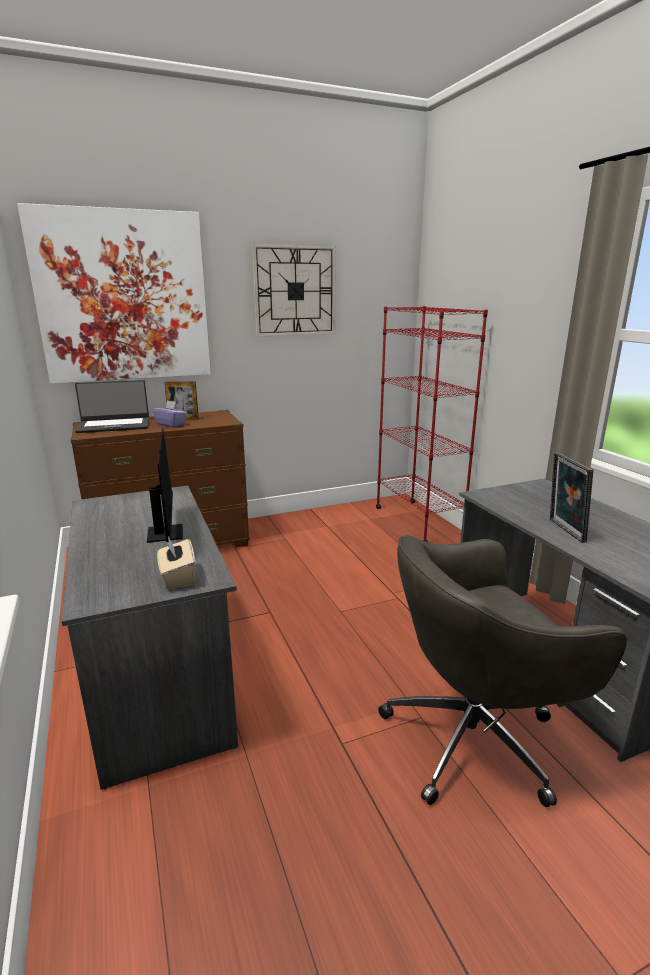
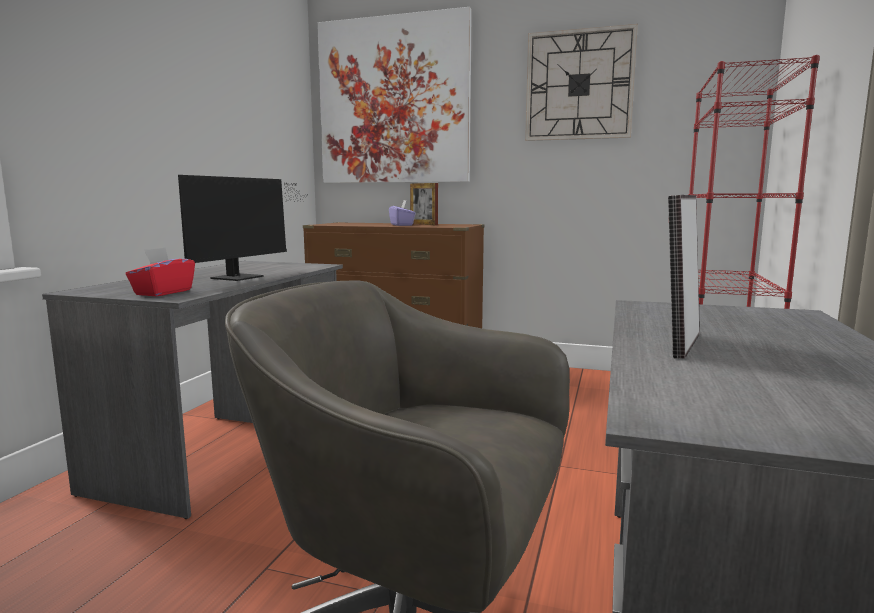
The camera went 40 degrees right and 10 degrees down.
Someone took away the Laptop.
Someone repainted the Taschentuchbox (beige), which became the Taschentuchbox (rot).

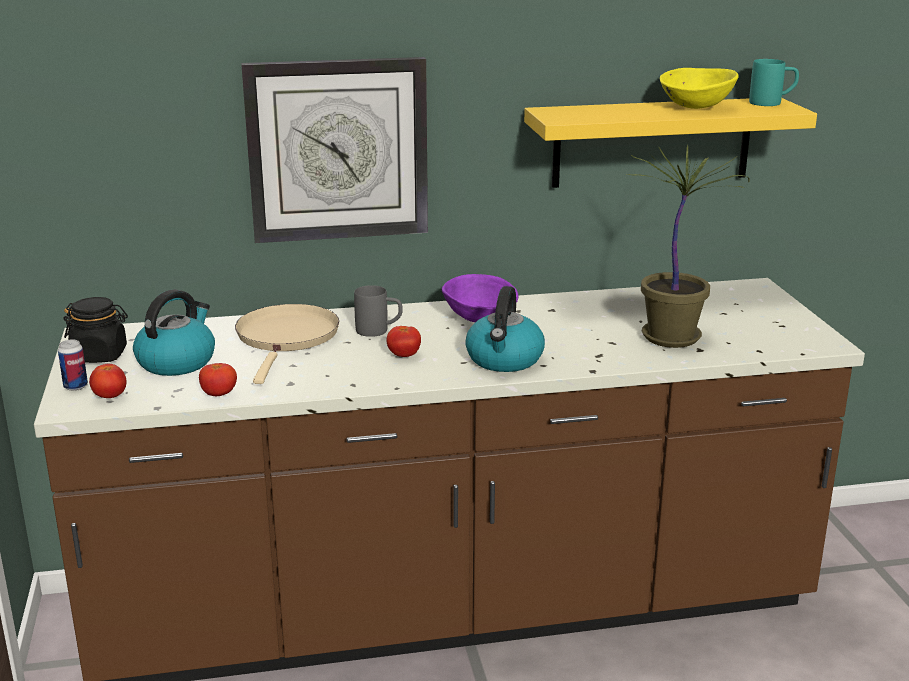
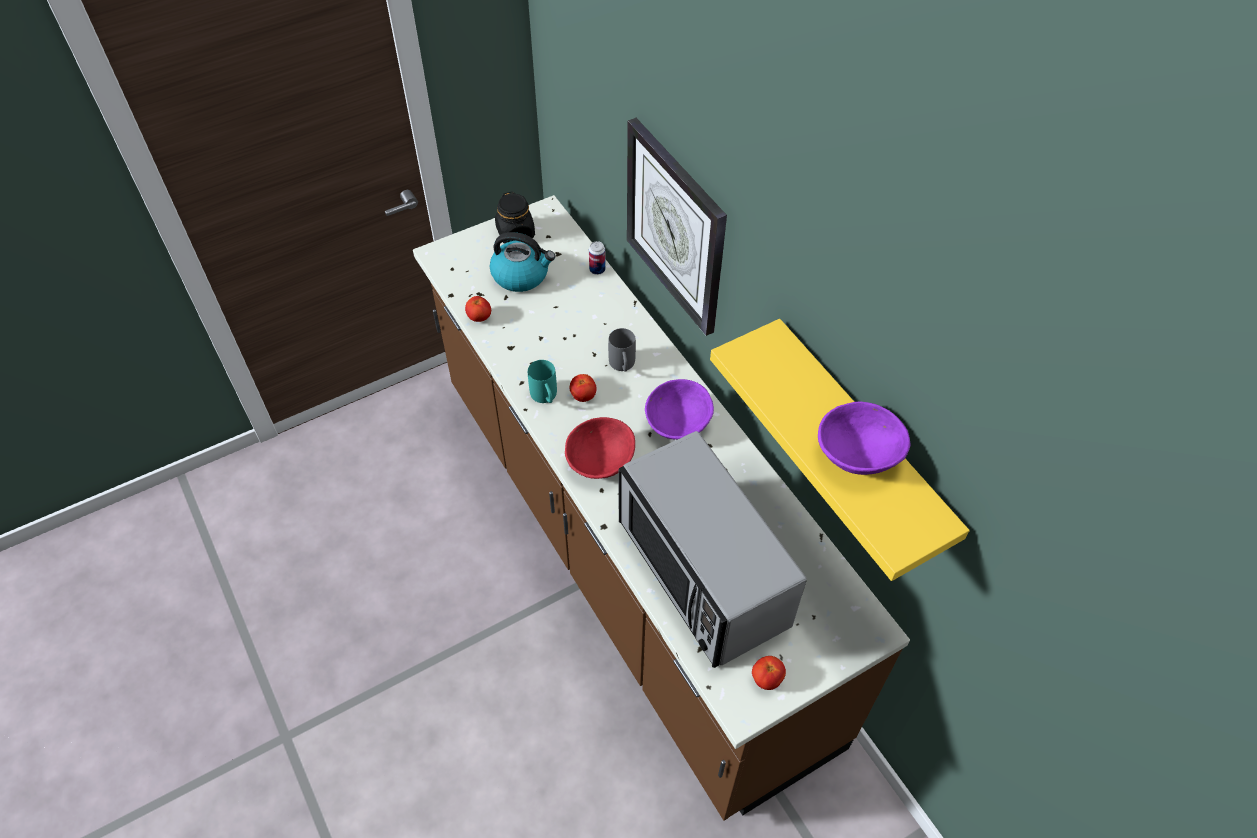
The camera went 70 degrees right and 30 degrees up.
Someone took away the Pfanne (beige).
Someone carried the Dose.
Someone carried the Tomate (no. 1 from left in the first image).
Someone carried the Henkelbecher (türkis).
Someone swapped the Wasserkessel (no. 2 from left) for the Schüssel (rot).
Someone swapped the Topfpflanze for the Mikrowelle.
Someone repainted the Schüssel (gelb), which became the Schüssel (lila) (no. 2 from left).

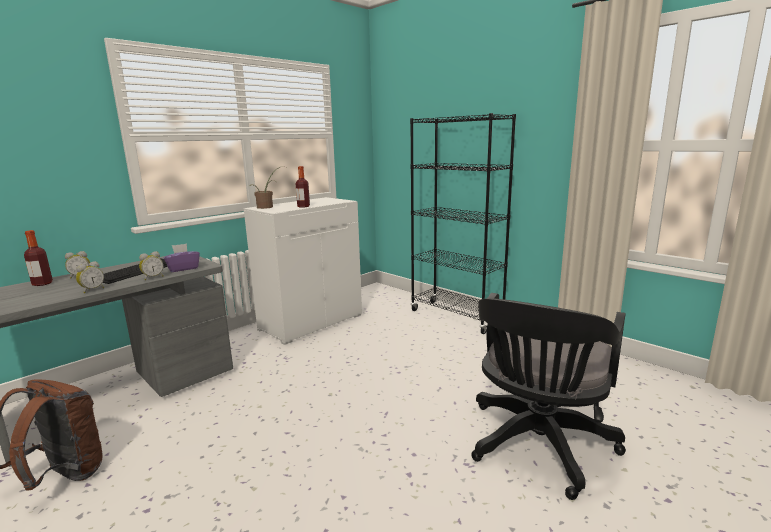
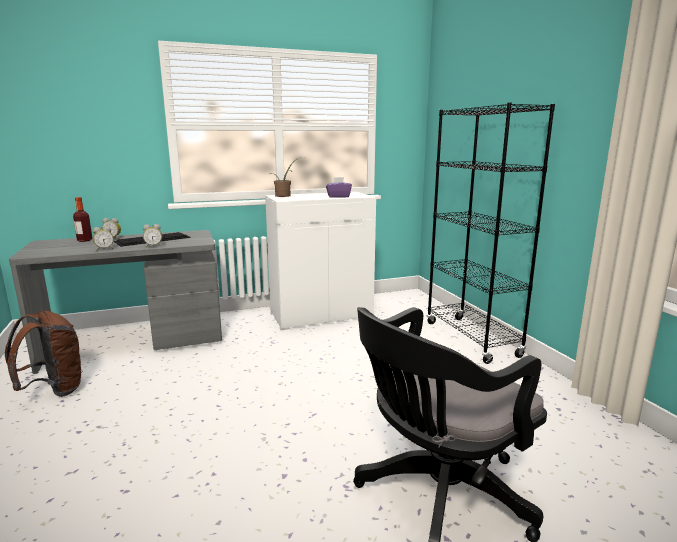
The camera went 25 degrees right and 0 degrees up.
Someone took away the Flasche (no. 2 from left).
Someone carried the Taschentuchbox (lila).

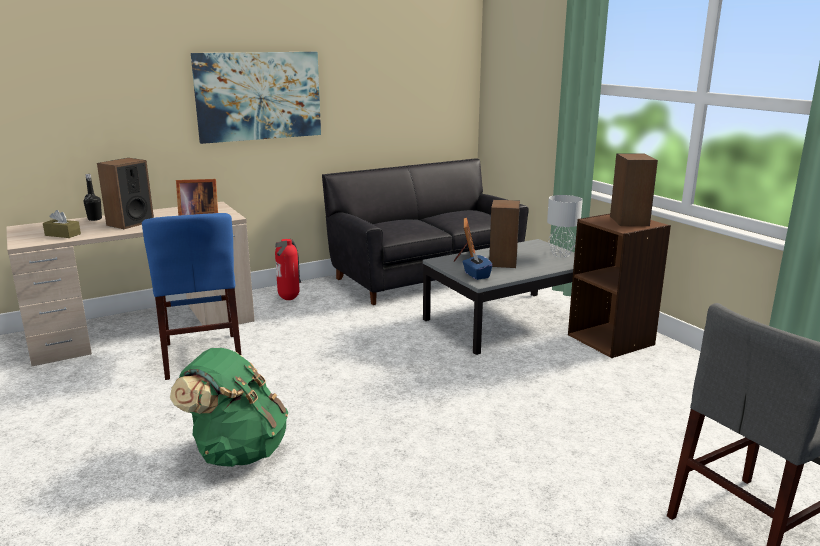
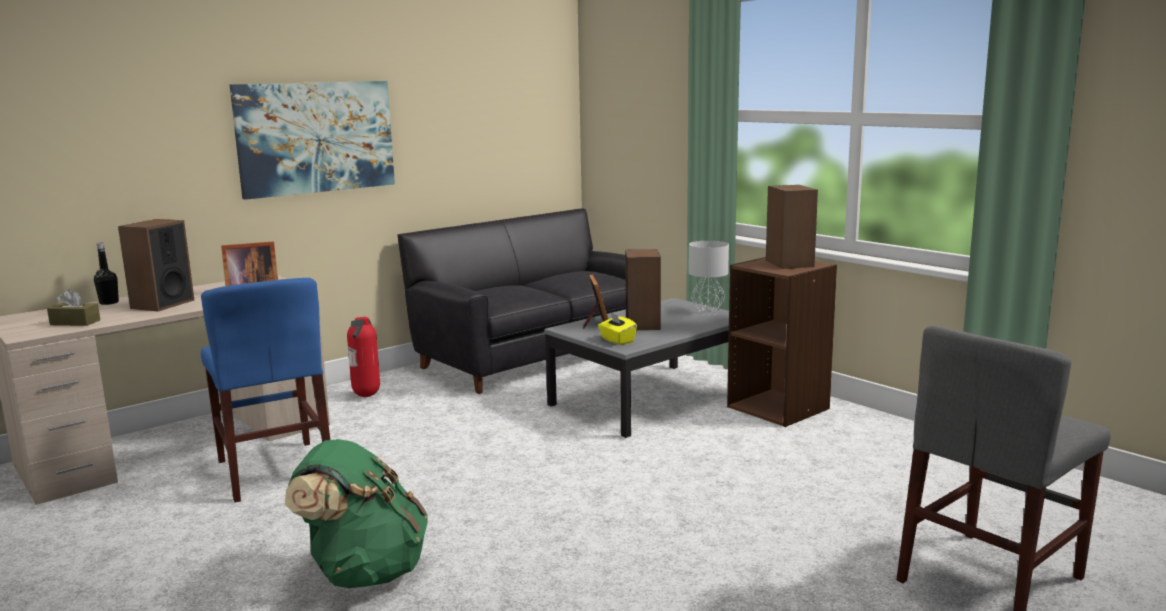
The camera went 10 degrees left and 5 degrees down.
Someone repainted the Taschentuchbox (blau), which became the Taschentuchbox (gelb).

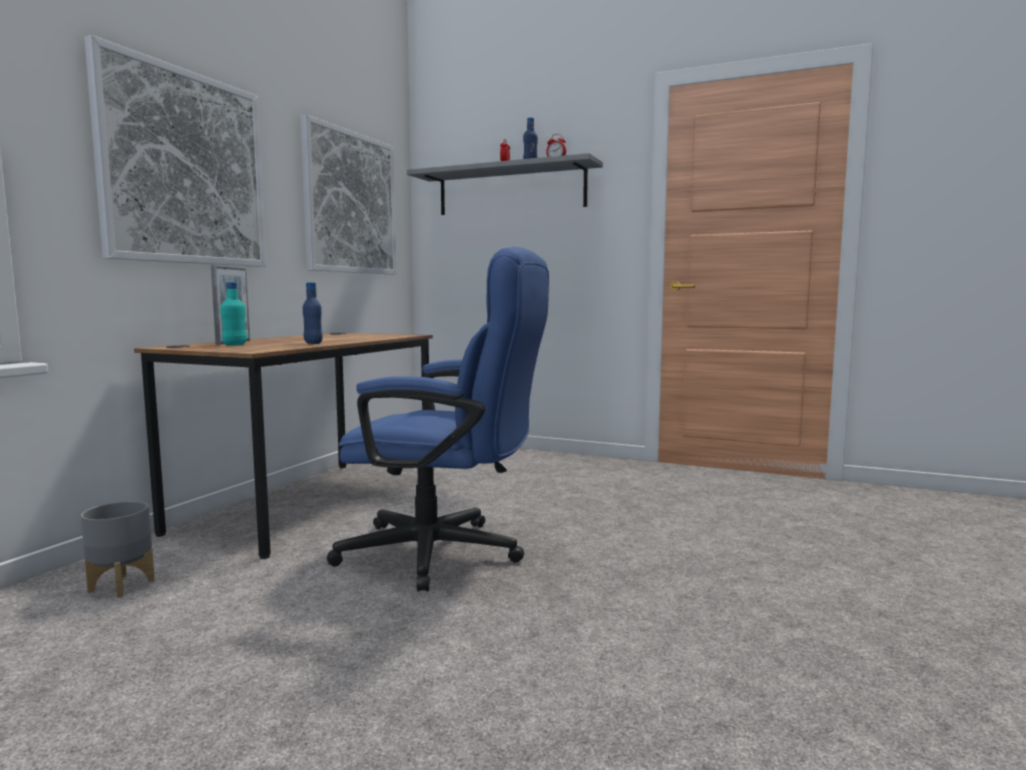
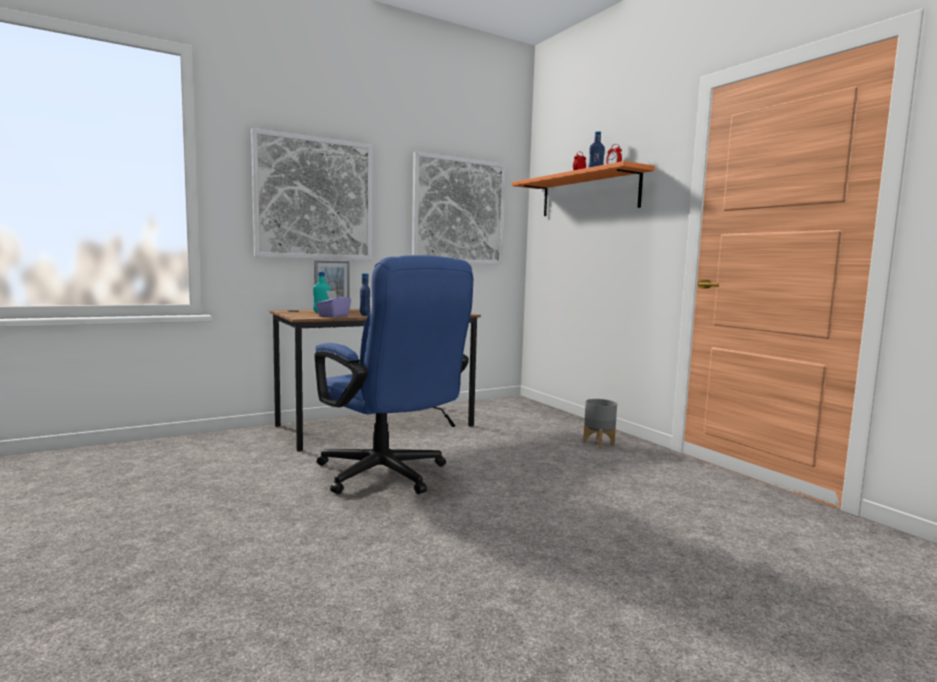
The camera went 35 degrees right and 0 degrees up.
Someone put down the Taschentuchbox (lila).
Someone carried the Pflanzkübel (grau).
Someone repainted the Wandregal (grau), which became the Wandregal (orange).

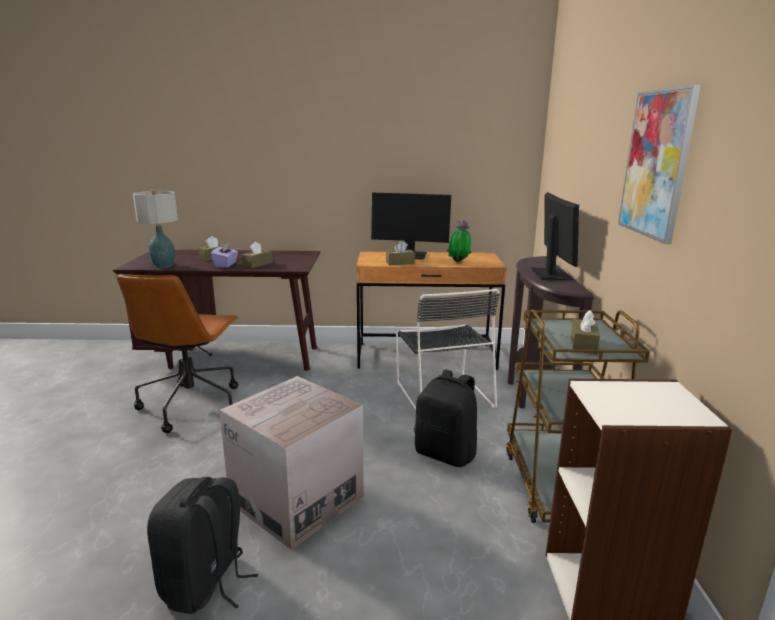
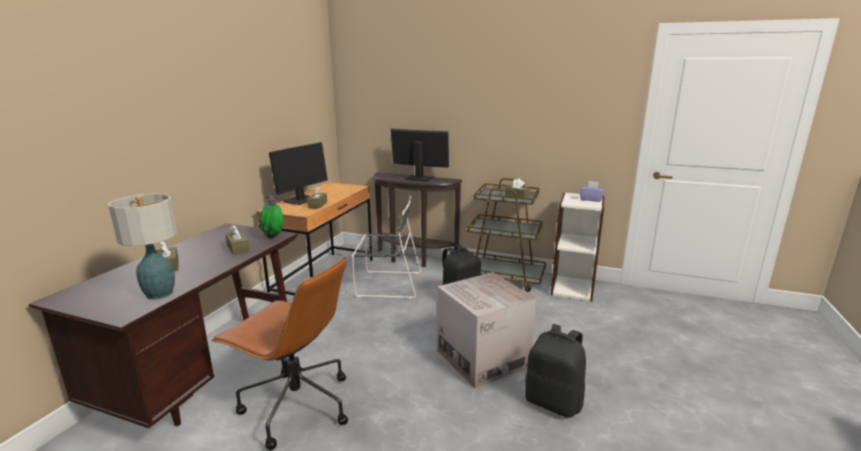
The camera went 70 degrees left and 0 degrees up.
Someone took away the Bild.
Someone carried the Taschentuchbox (lila).
Someone carried the Topfpflanze.

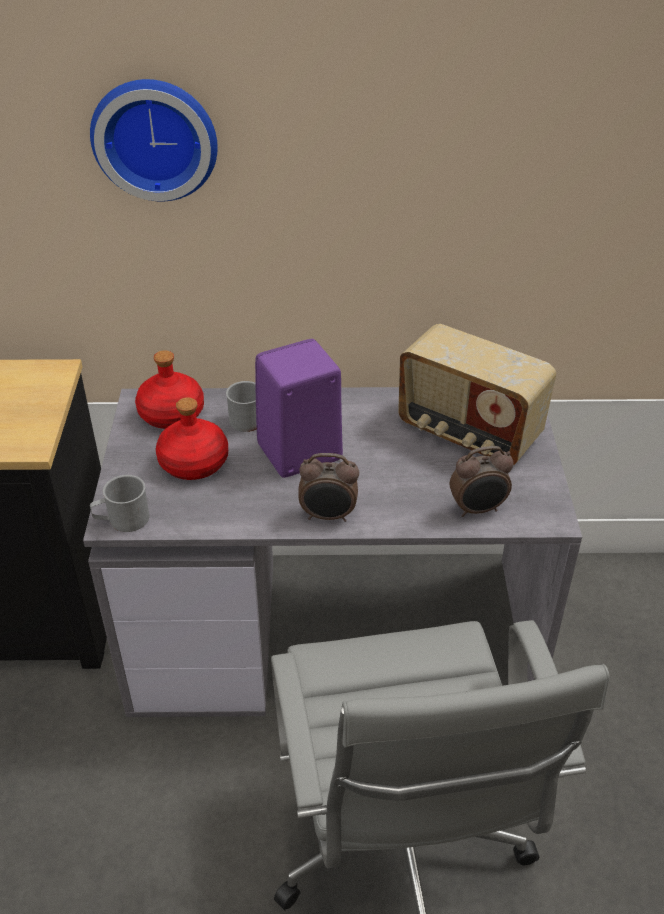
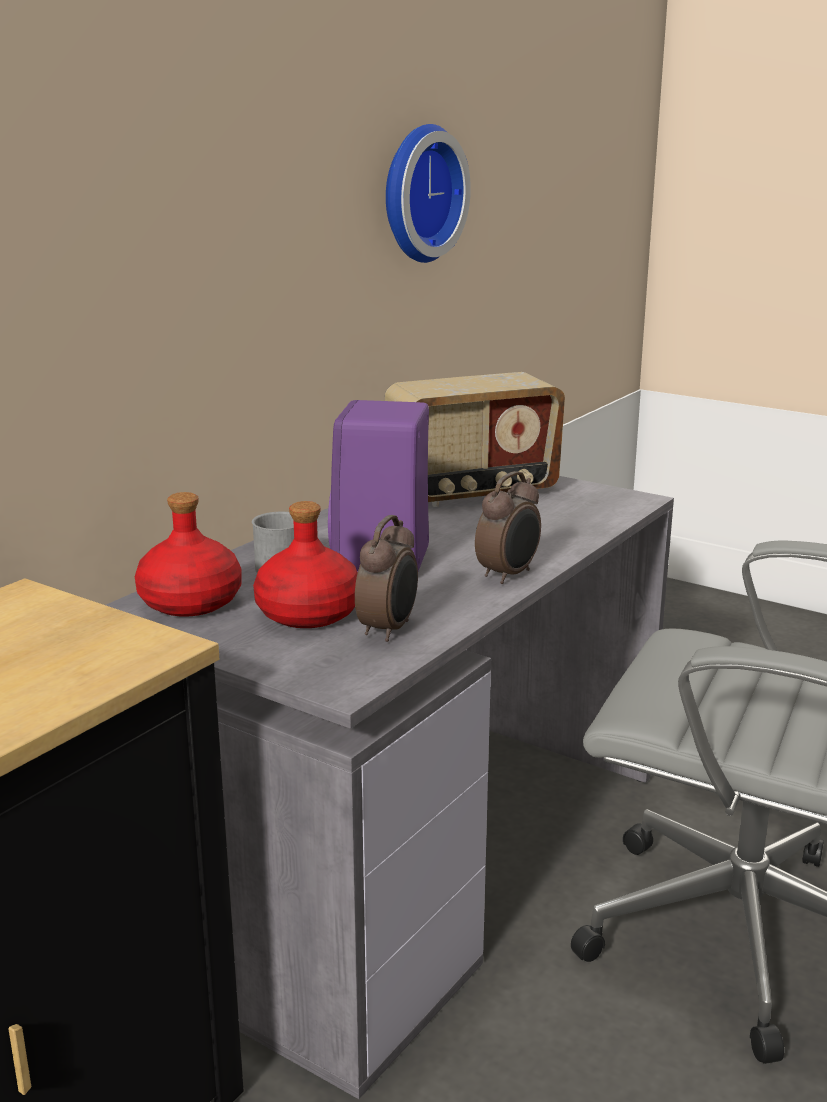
The camera went 55 degrees left and 20 degrees down.
Someone took away the Henkelbecher (grau) (no. 1 from left).
Someone carried the Wanduhr.
Someone carried the Wecker (no. 2 from left in the first image).

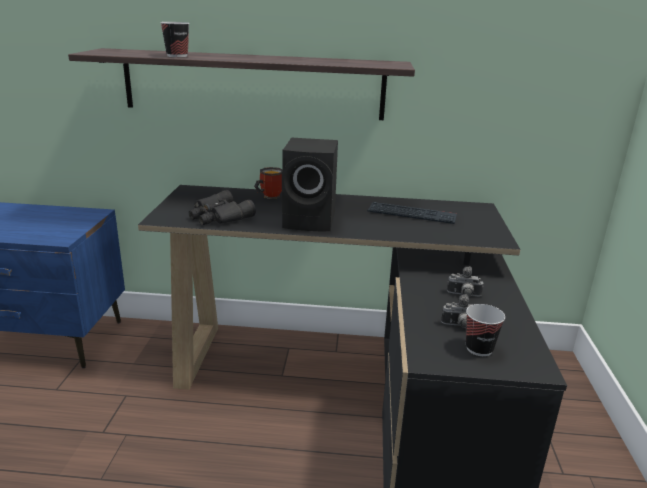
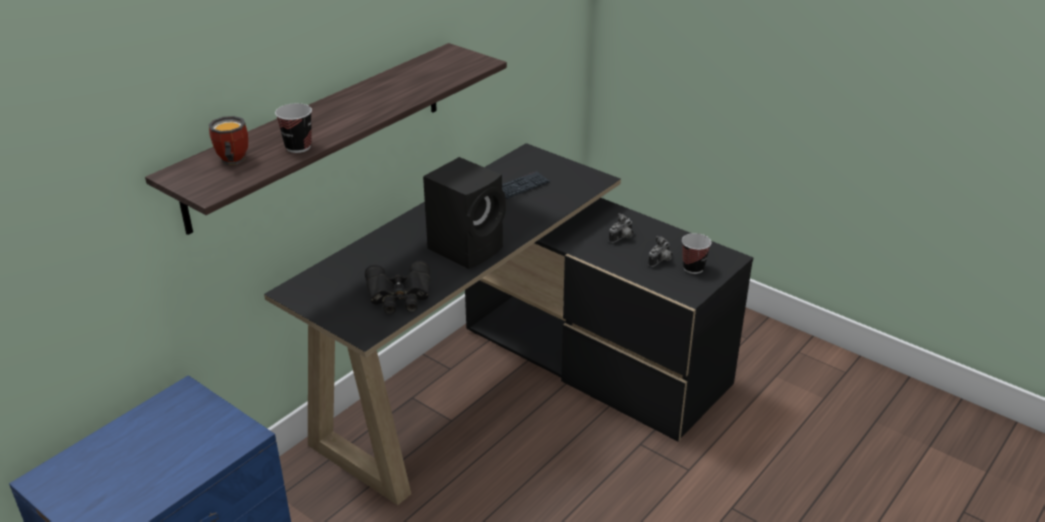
The camera went 55 degrees left and 10 degrees up.
Someone carried the Henkelbecher.

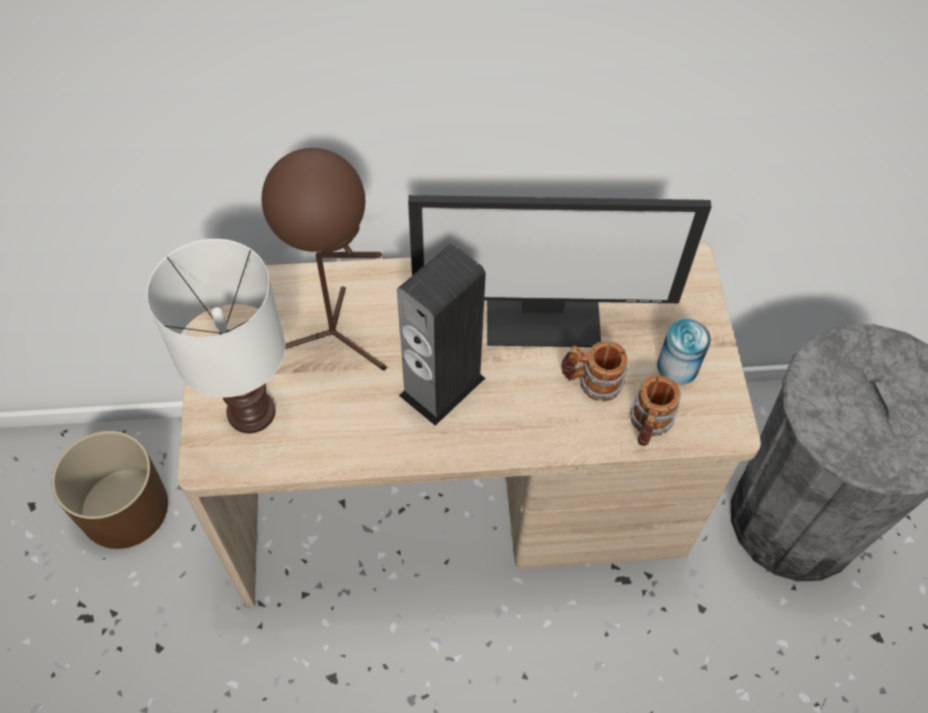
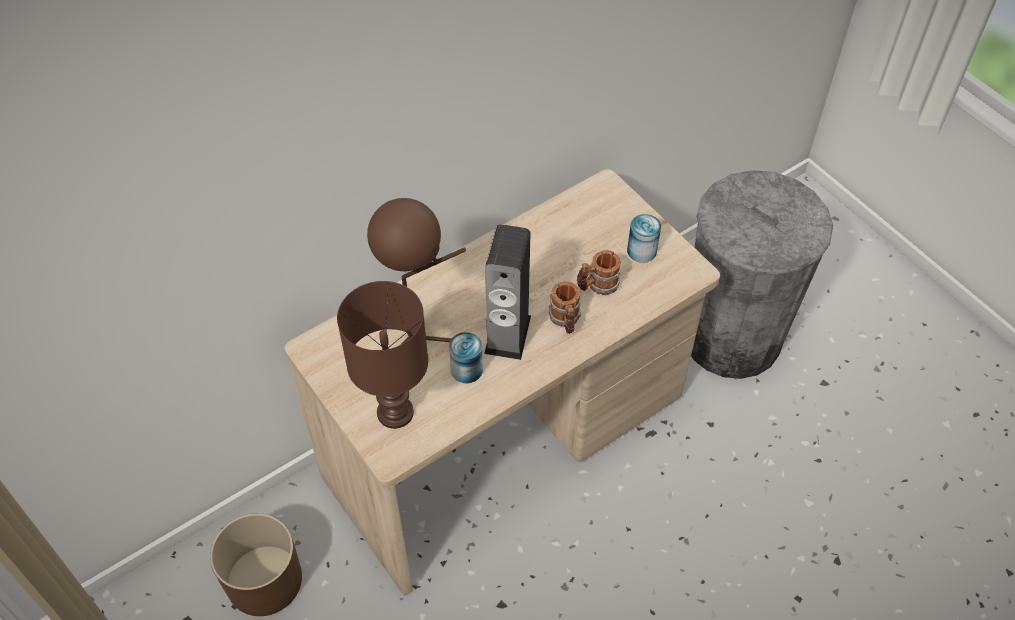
The camera went 30 degrees left and 5 degrees down.
Someone took away the Monitor.
Someone put down the Dose (no. 1 from left).
Someone carried the Henkelbecher (no. 2 from left in the first image).
Someone repainted the Tischlampe (weiß), which became the Tischlampe (braun) (no. 1 from left).

